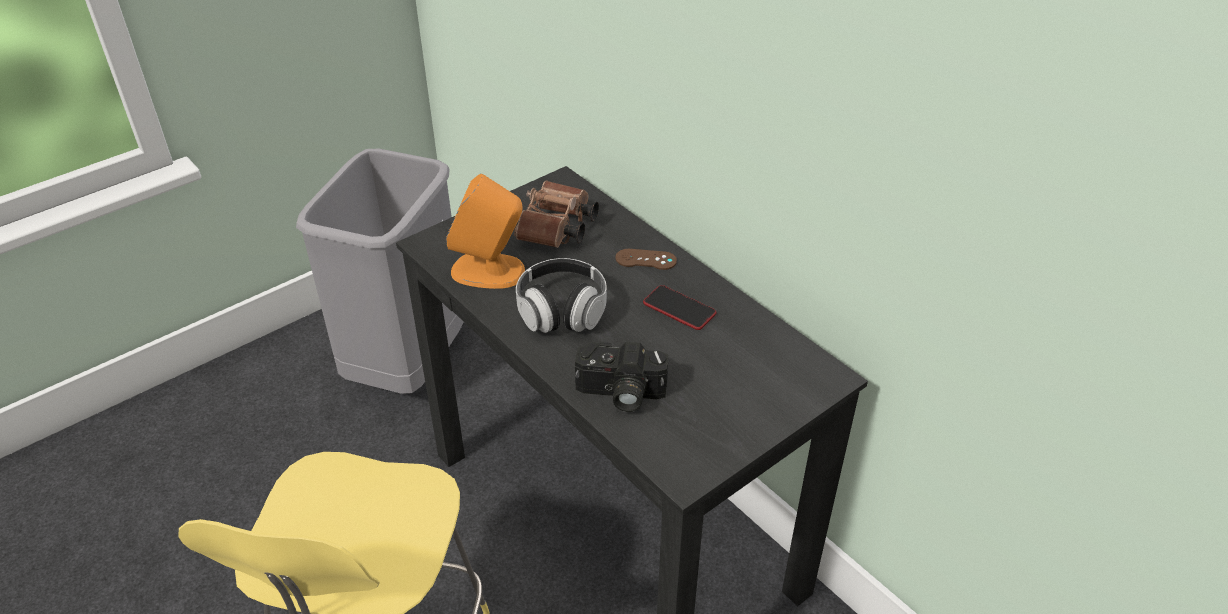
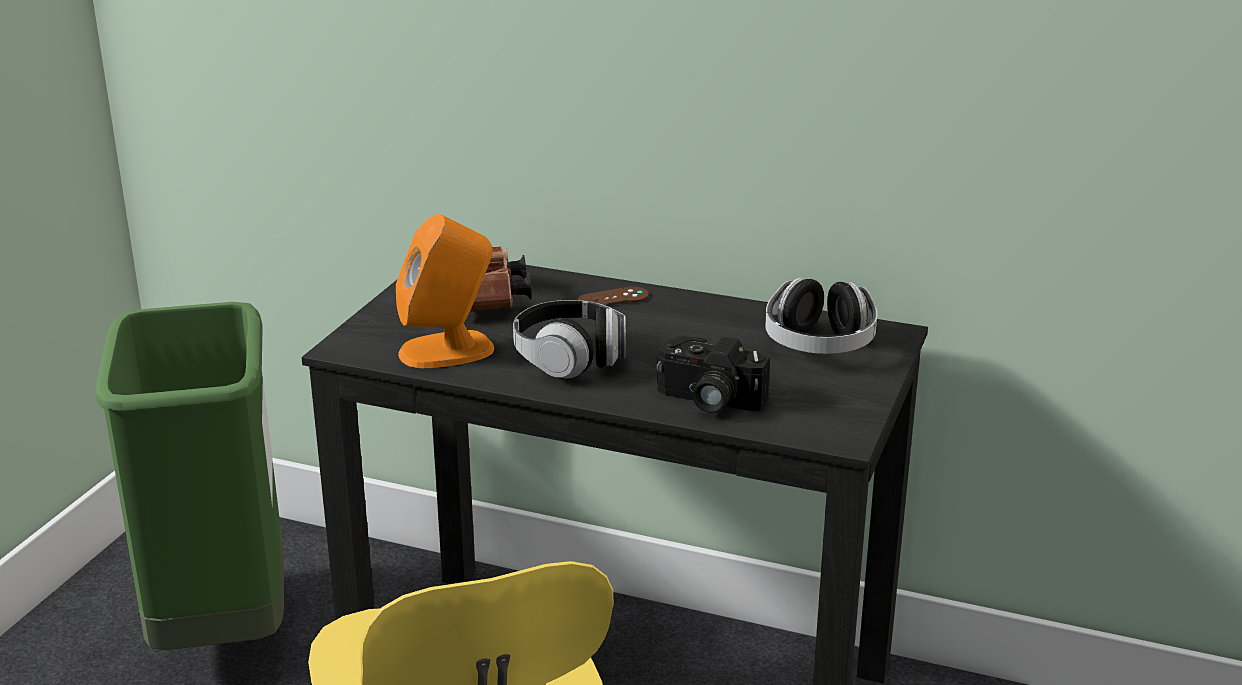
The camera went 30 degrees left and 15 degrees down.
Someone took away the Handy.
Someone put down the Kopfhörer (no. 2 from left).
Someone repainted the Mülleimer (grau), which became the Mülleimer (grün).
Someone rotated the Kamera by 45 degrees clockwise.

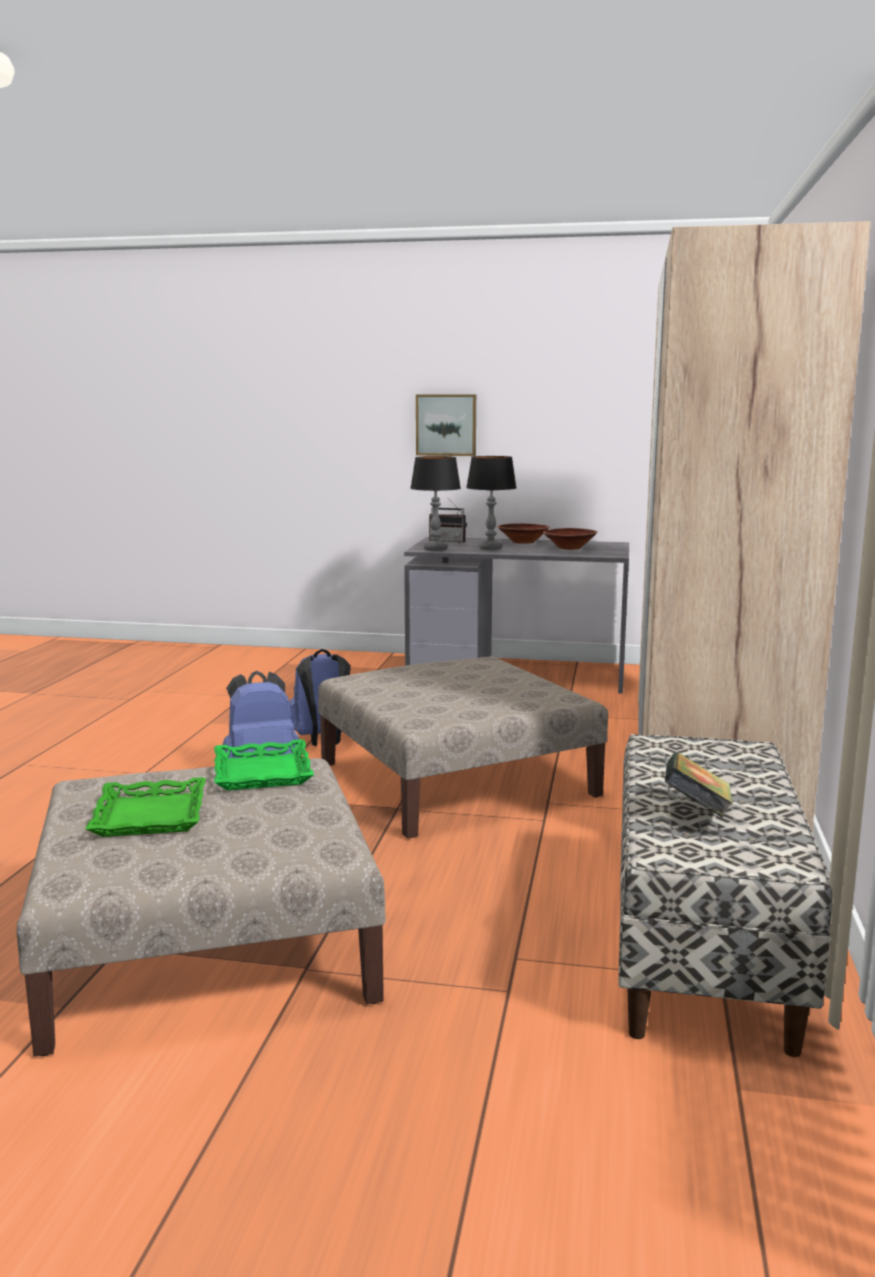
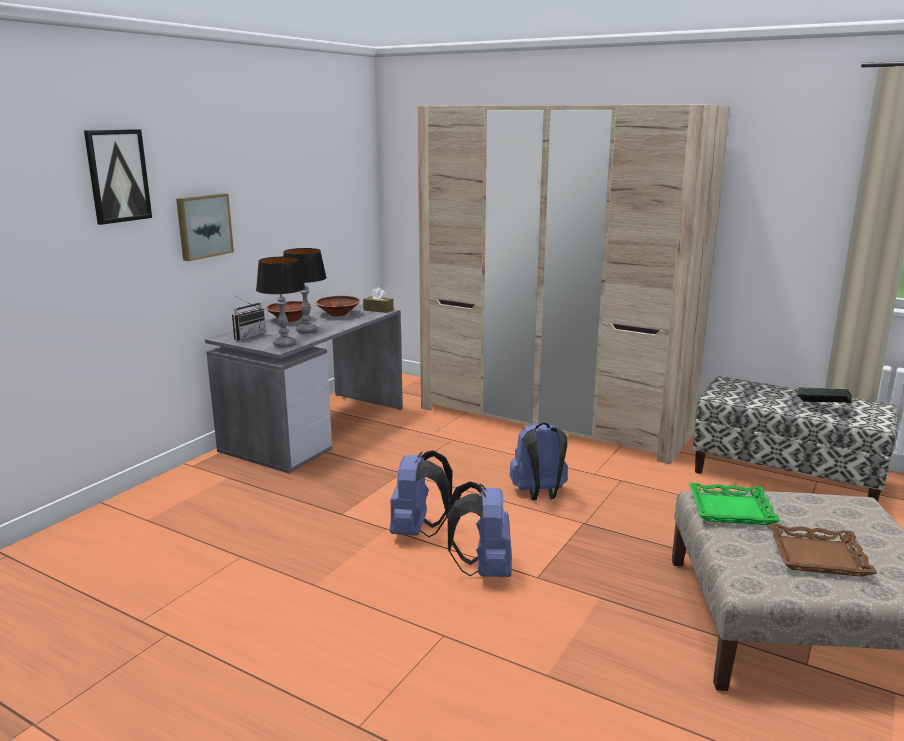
The camera went 70 degrees left and 5 degrees up.
Someone put up the Bild (no. 1 from left).
Someone put down the Taschentuchbox (braun).
Someone swapped the Polsterhocker (beige) (no. 2 from left) for the Rucksack (blau) (no. 3 from left).
Someone repainted the Tablett (grün) (no. 1 from left), which became the Tablett (braun).

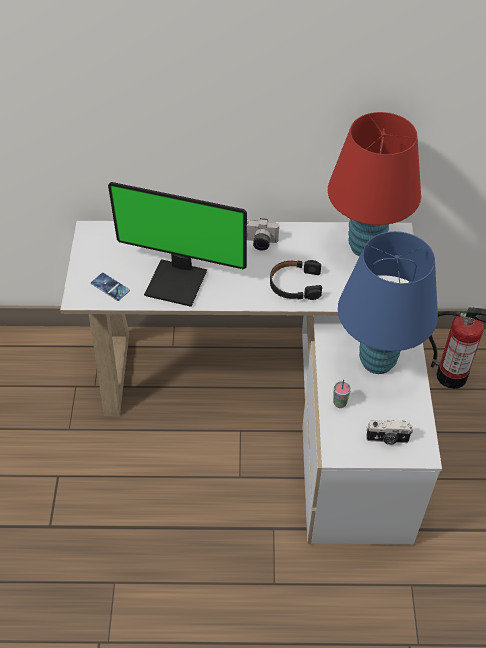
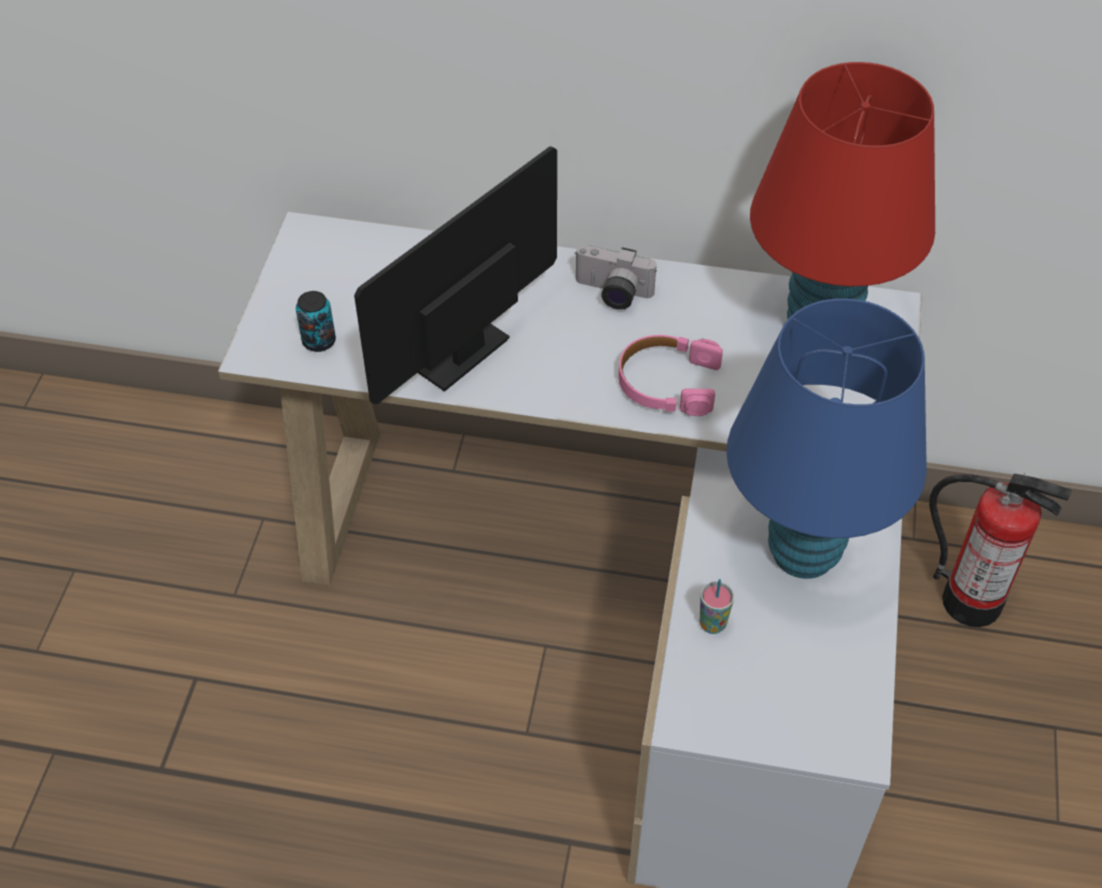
The camera went 10 degrees right and 0 degrees up.
Someone took away the Kamera (no. 2 from left).
Someone swapped the Handy for the Dose.
Someone repainted the Kopfhörer (schwarz), which became the Kopfhörer (rosa).
Someone rotated the Monitor by 105 degrees clockwise.

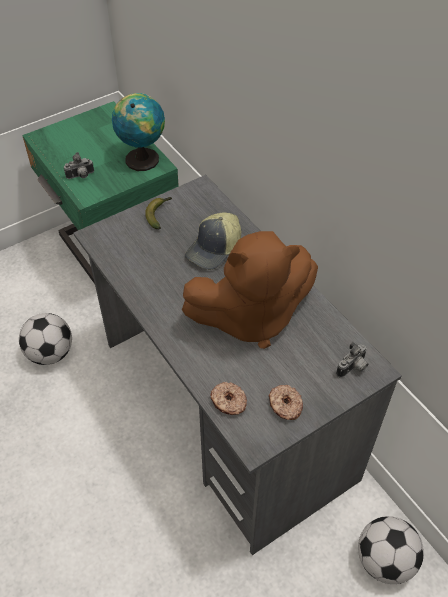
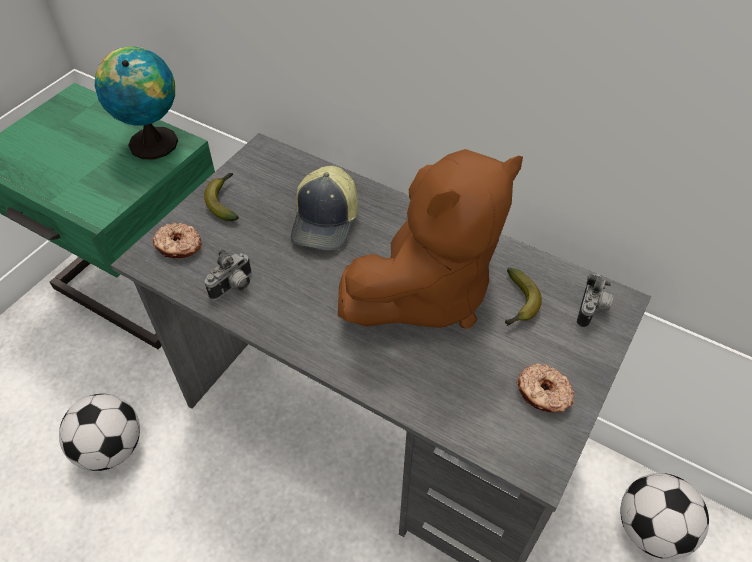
The camera went 25 degrees left and 0 degrees up.
Someone put down the Banane (no. 2 from left).
Someone carried the Kamera (no. 1 from left).
Someone carried the Donut (no. 1 from left).

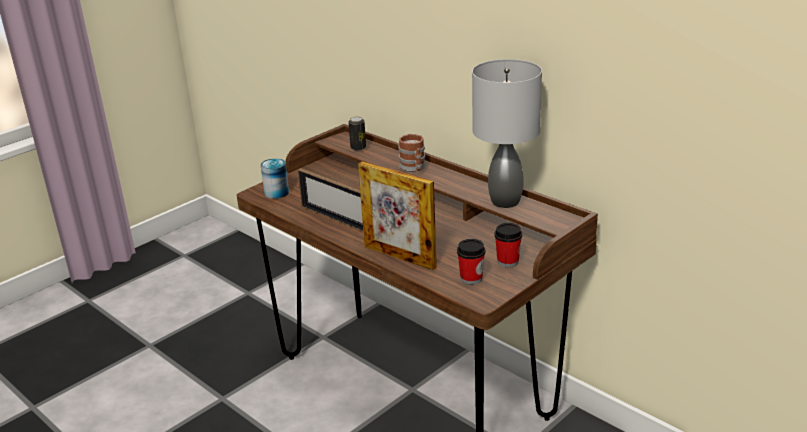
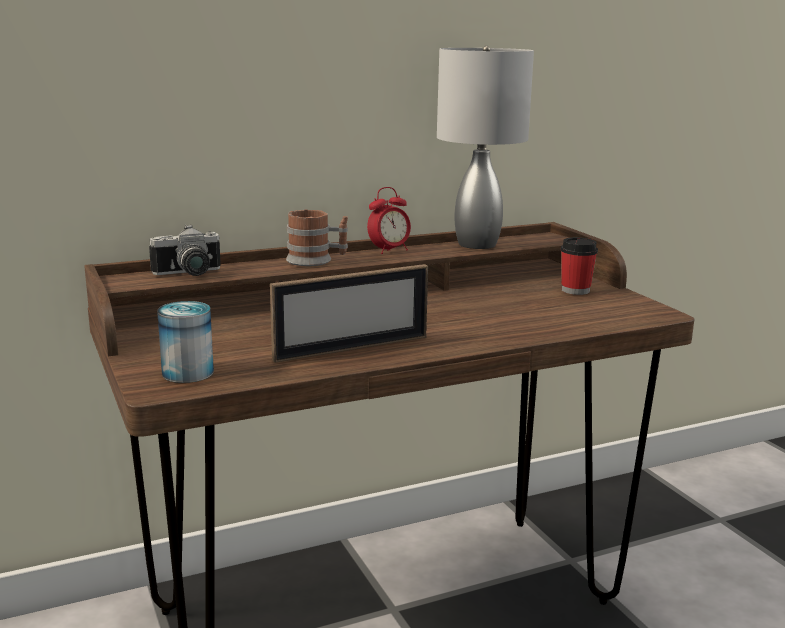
The camera went 70 degrees left and 10 degrees down.
Someone took away the Bilderrahmen (no. 2 from left).
Someone took away the Tasse (no. 1 from left).
Someone put down the Wecker.
Someone swapped the Dose (no. 2 from left) for the Kamera.

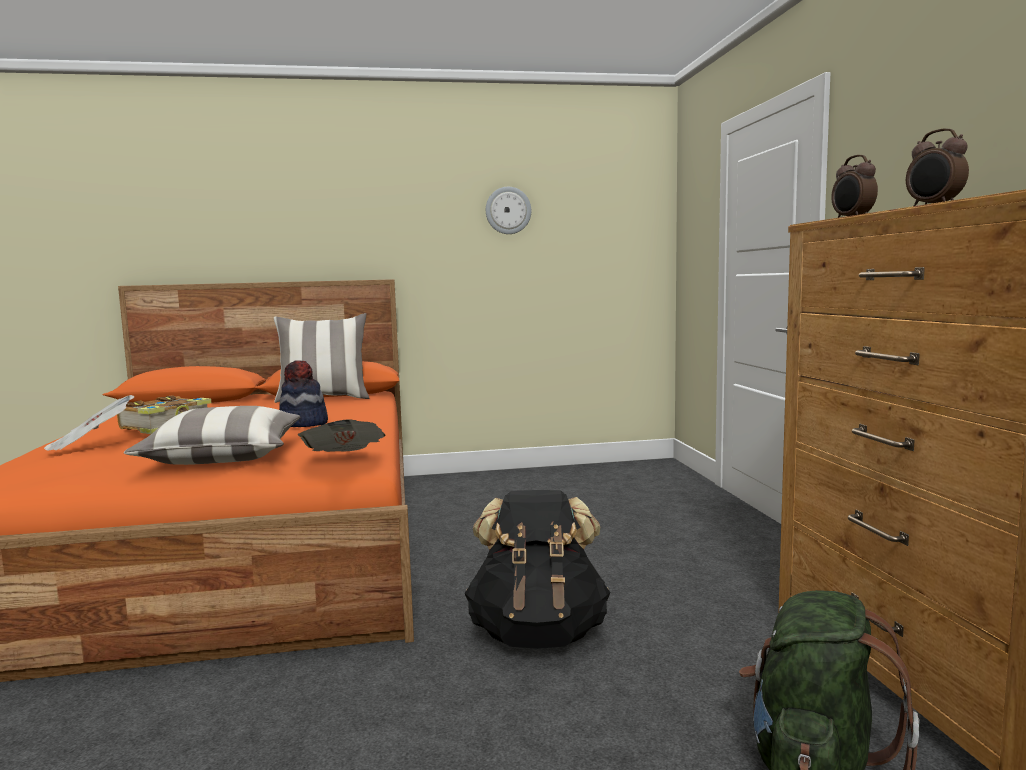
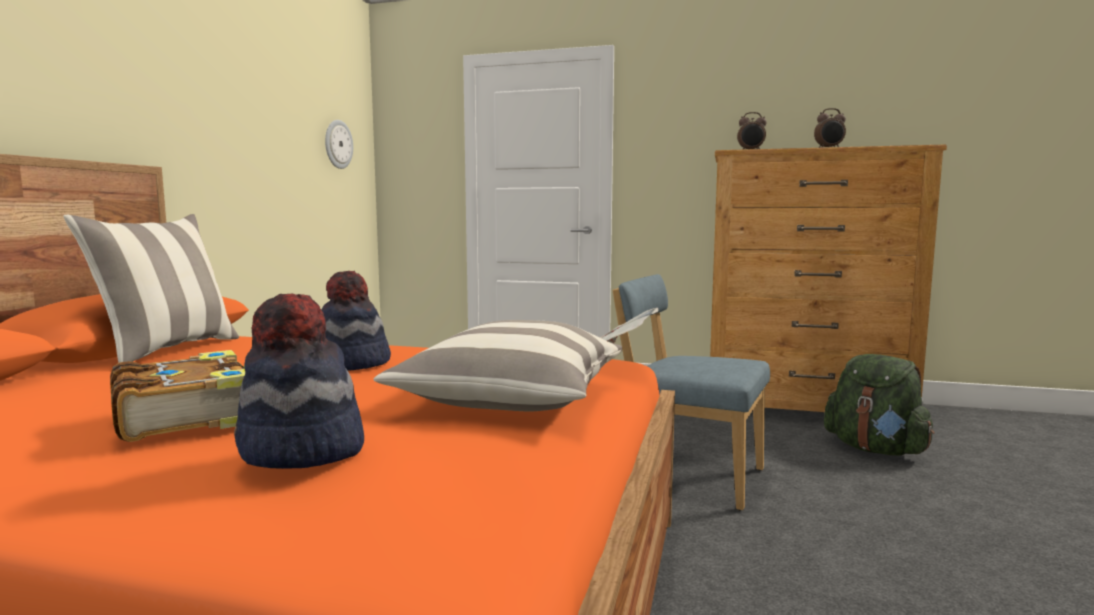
The camera went 65 degrees left and 0 degrees up.
Someone carried the Wanduhr.
Someone swapped the Zeitung (no. 1 from left) for the Hut (no. 1 from left).
Someone swapped the Rucksack (schwarz) for the Stuhl (blau).

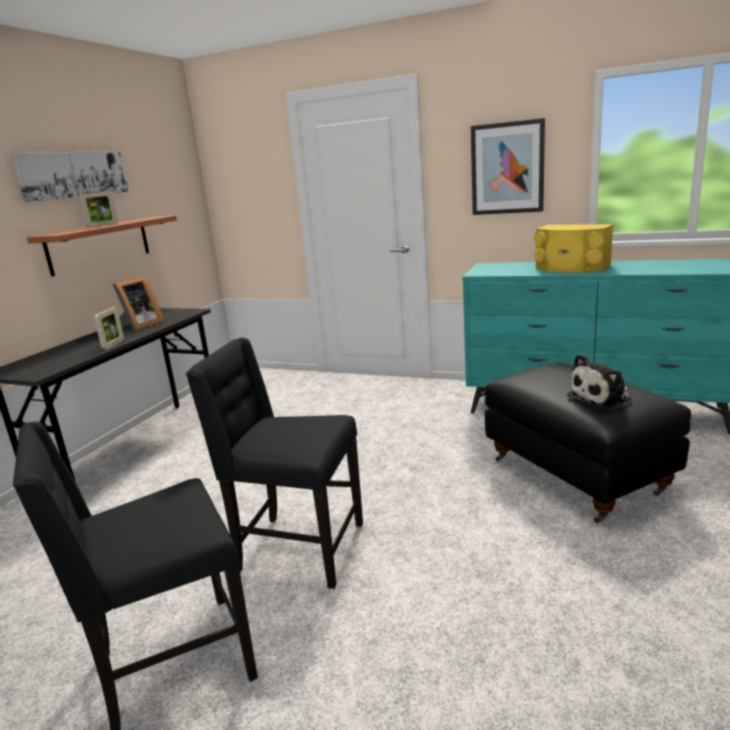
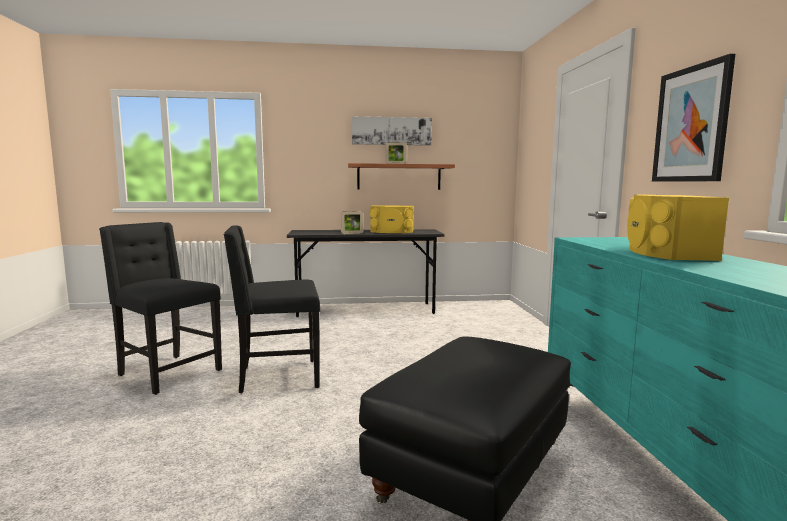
The camera went 60 degrees right and 10 degrees down.
Someone took away the Plüschtier.
Someone swapped the Bilderrahmen (no. 3 from left) for the Lautsprecher (gelb) (no. 1 from left).
Someone rotated the Stuhl (schwarz) (no. 2 from left) by 90 degrees counterclockwise.

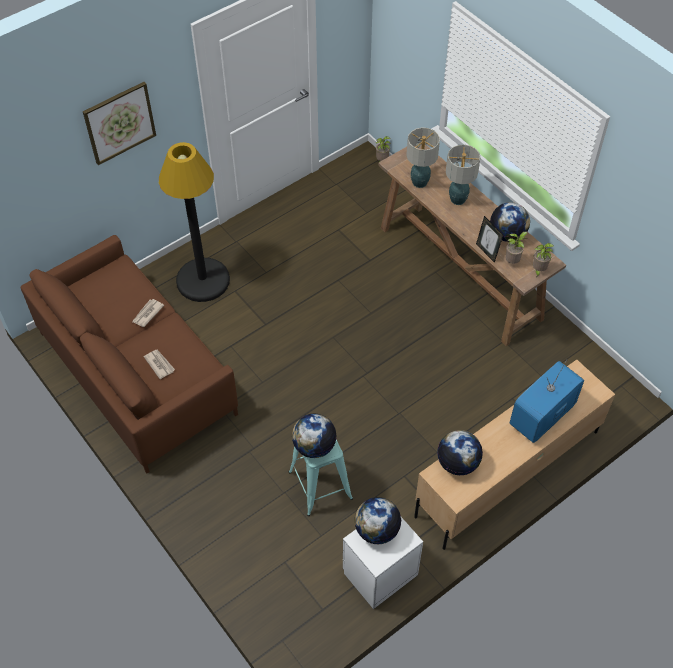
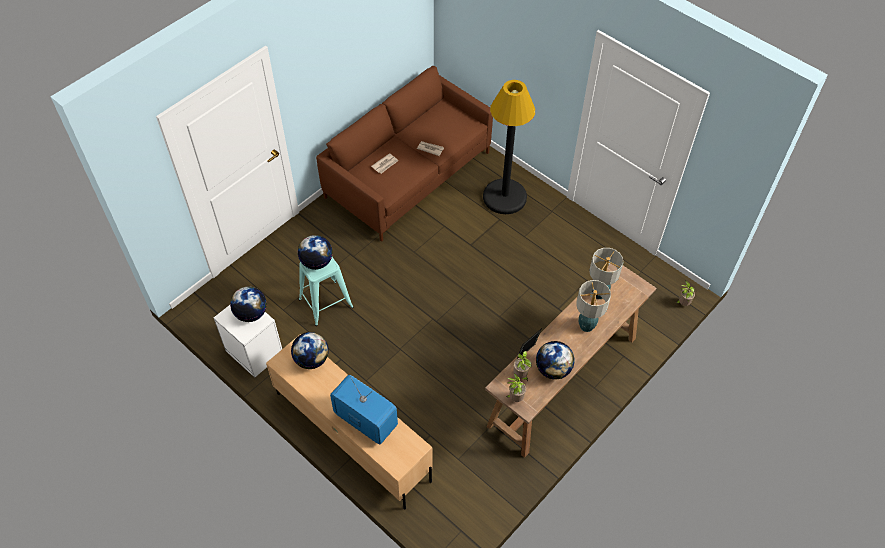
The camera went 80 degrees right and 0 degrees up.
Someone took away the Bild.

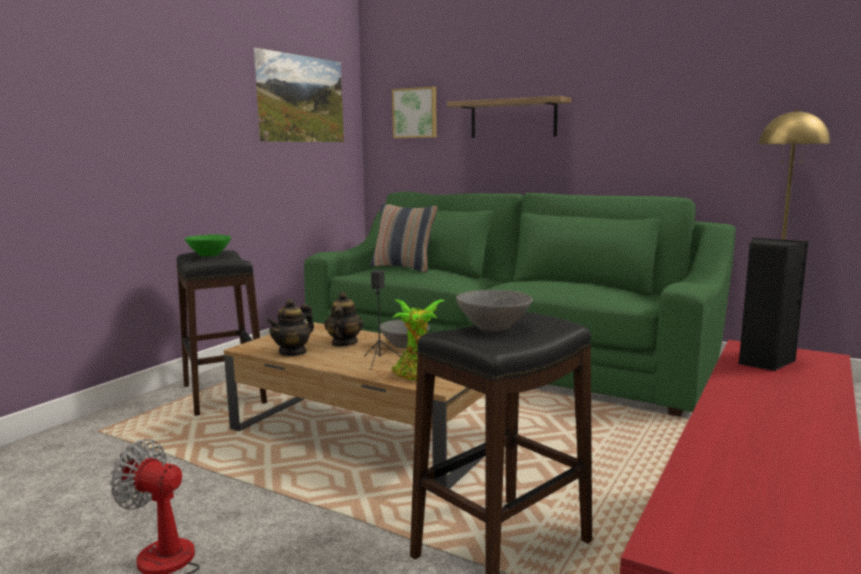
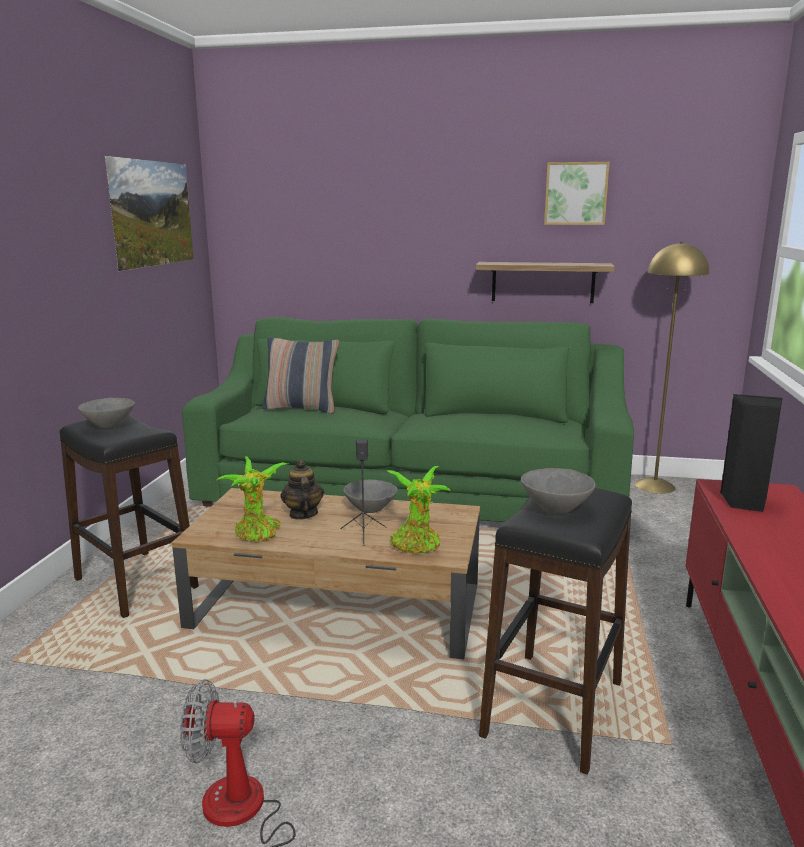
The camera went 20 degrees left and 5 degrees up.
Someone carried the Bild (no. 2 from left).
Someone carried the Wandregal.
Someone swapped the Teekanne (no. 1 from left) for the Topfpflanze (no. 1 from left).
Someone repainted the Schüssel (grün), which became the Schüssel (grau) (no. 1 from left).

